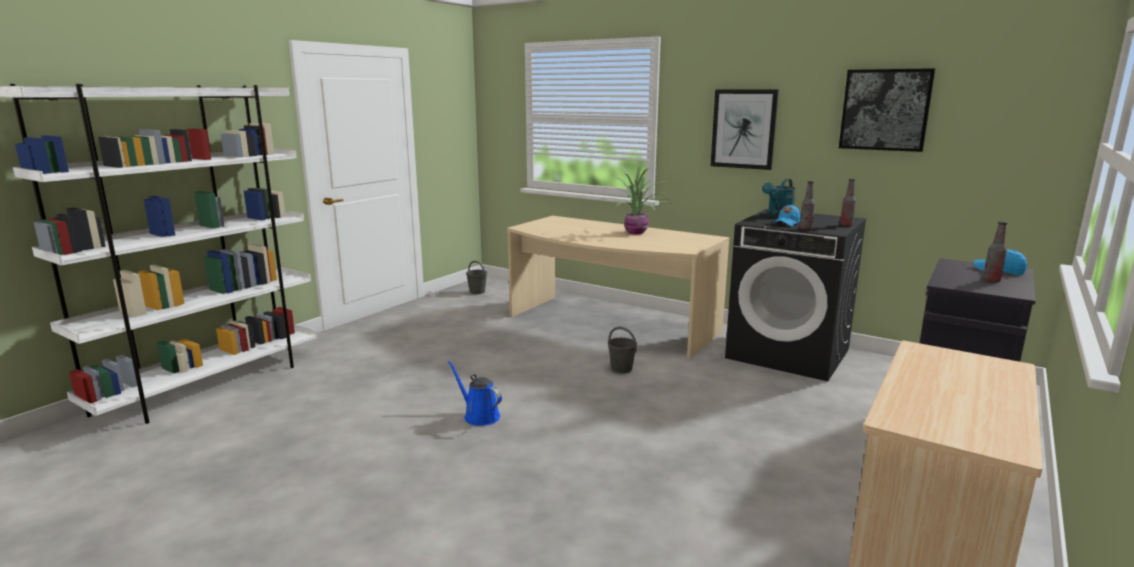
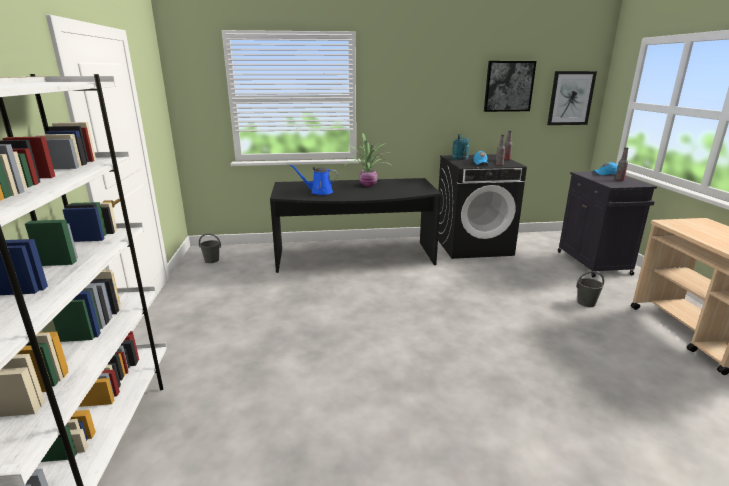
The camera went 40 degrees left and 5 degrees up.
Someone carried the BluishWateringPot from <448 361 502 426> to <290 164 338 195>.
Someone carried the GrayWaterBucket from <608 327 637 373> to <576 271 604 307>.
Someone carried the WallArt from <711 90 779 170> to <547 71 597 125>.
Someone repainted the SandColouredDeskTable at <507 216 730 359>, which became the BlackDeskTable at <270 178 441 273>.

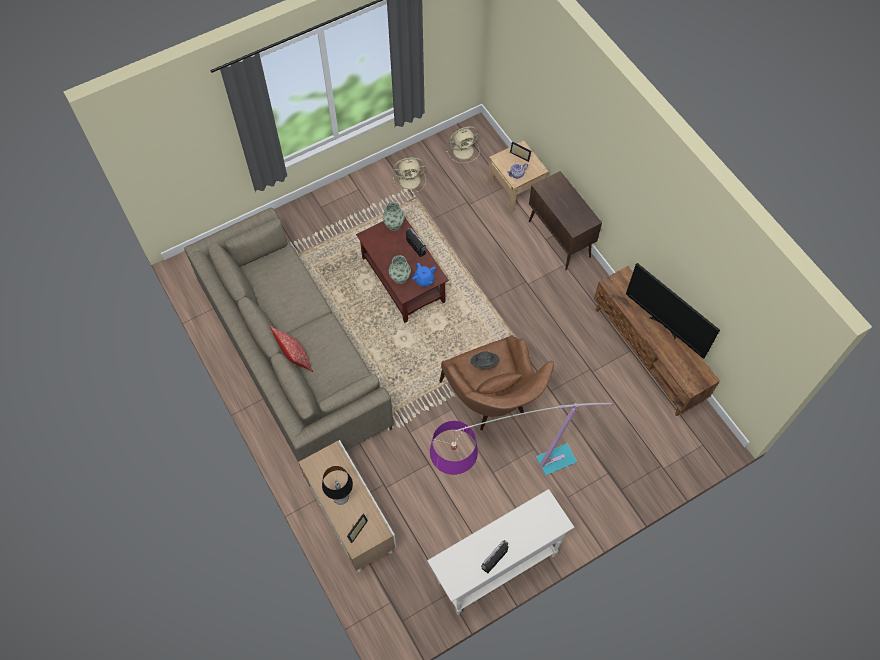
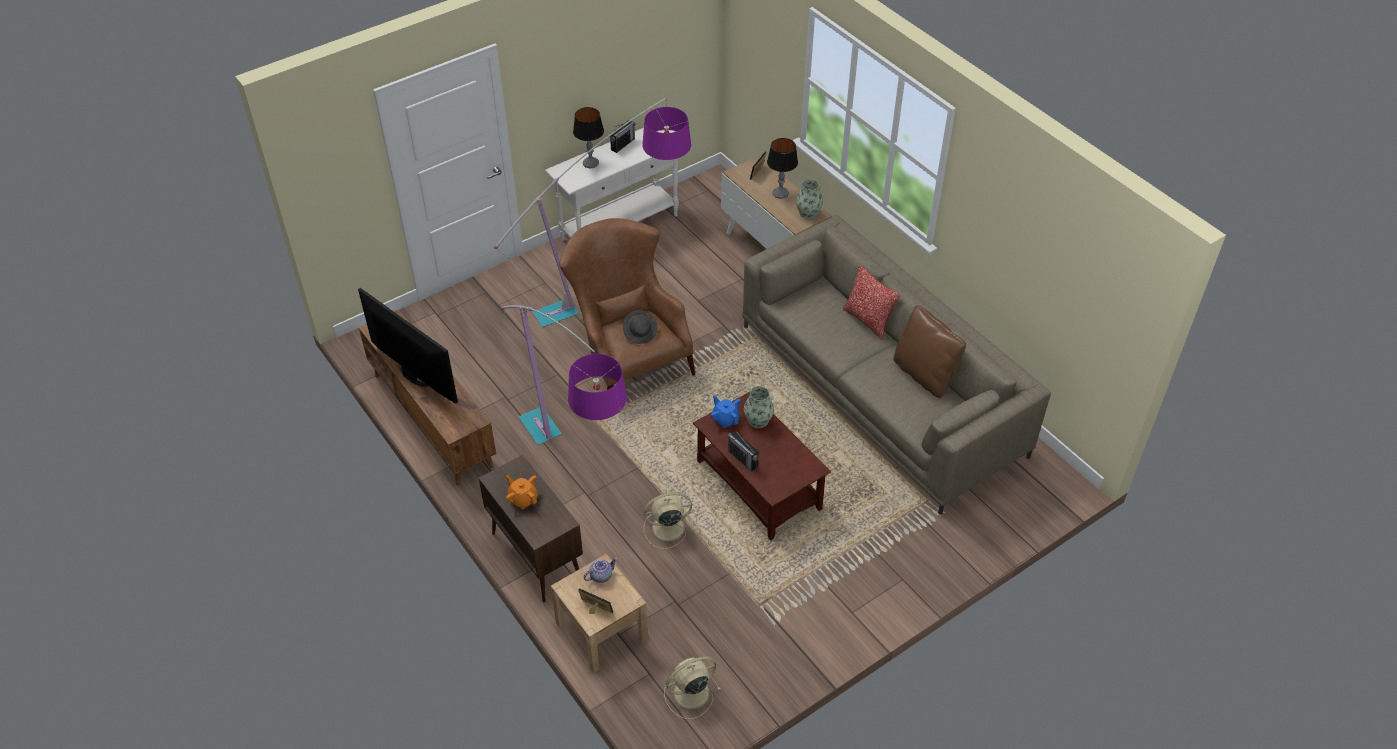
The camera went 175 degrees right and 15 degrees down.
Someone put down the StandingLamp at <501 305 627 445>.
Someone put down the OrangeyTeaPot at <506 475 538 509>.
Someone put down the LampForATable at <573 107 604 168>.
Someone put down the BrownishCushion at <893 305 966 398>.
Someone carried the FlowerVase from <383 202 404 231> to <796 179 823 219>.
Someone carried the SandColouredCoolingFan from <393 157 426 193> to <643 492 695 549>.

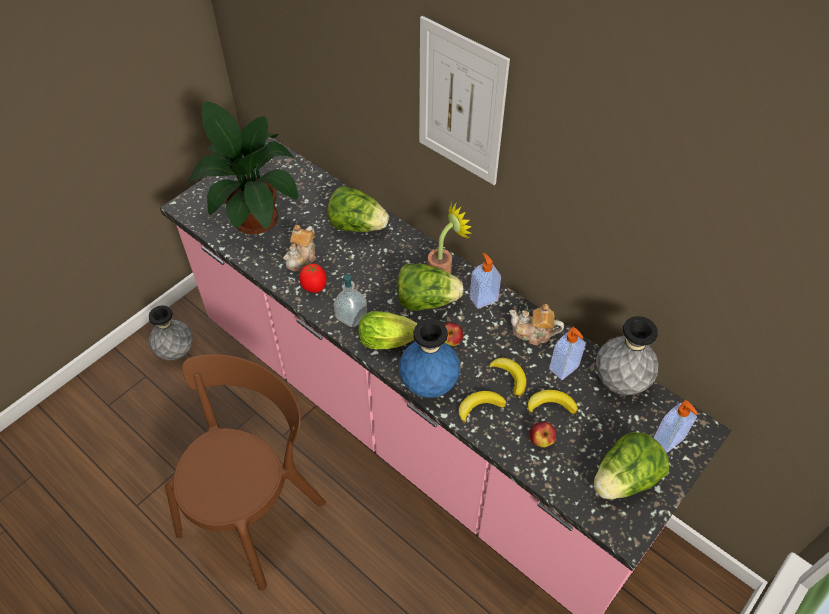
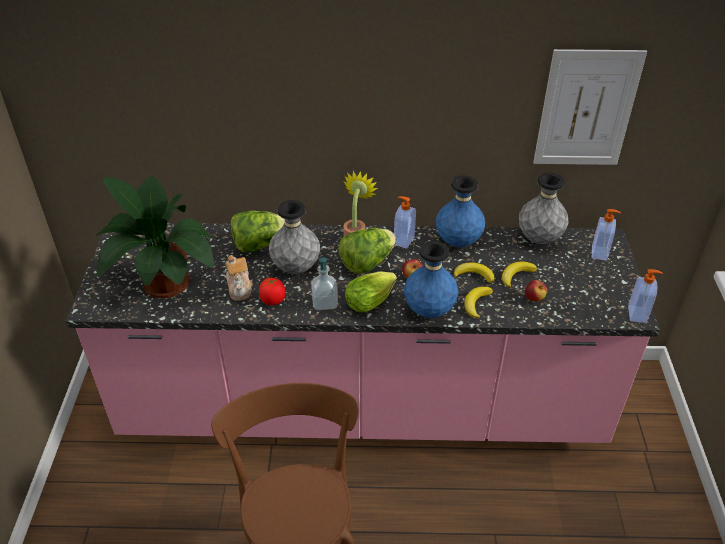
The camera went 40 degrees left and 10 degrees down.
Someone took away the HeadOfLettuce at <594 432 669 499>.
Someone carried the GrayFlowerVase from <149 306 193 360> to <269 200 320 274>.
Someone carried the WallArt from <419 16 510 185> to <533 49 647 165>.
Someone carried the LiquidSoapBottle from <549 327 586 380> to <628 269 663 323>.
Someone swapped the TeaPot at <509 304 564 345> for the BluishFlowerVase at <436 175 485 247>.

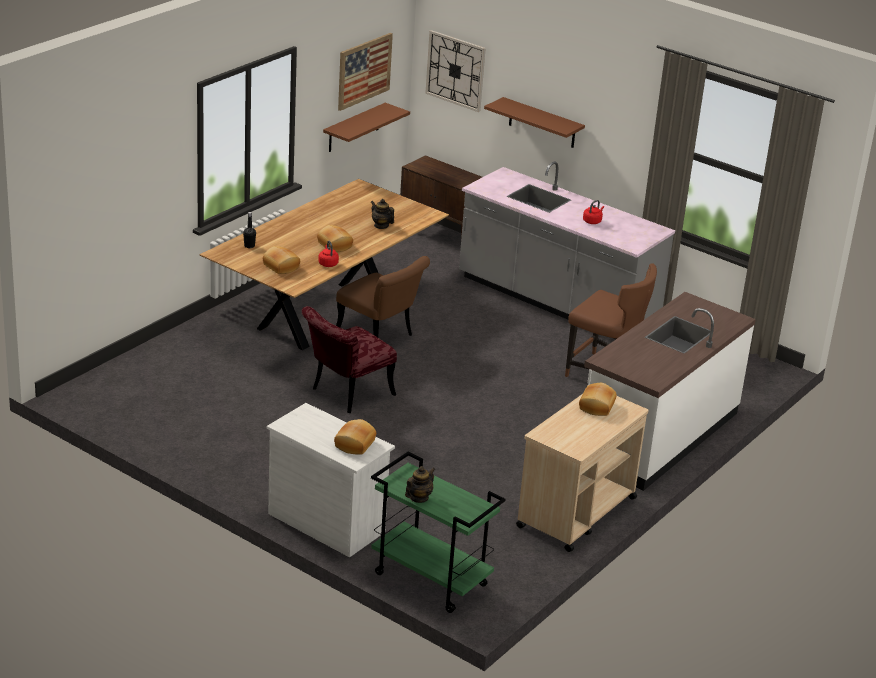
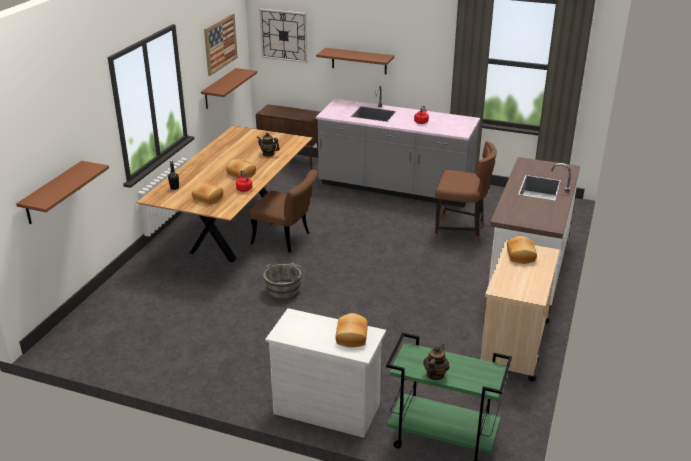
The camera went 15 degrees left and 0 degrees up.
Someone put up the BrownishWallShelf at <16 161 109 224>.
Someone swapped the ReddishChair at <302 306 397 413> for the GrayWaterBucket at <263 262 306 301>.

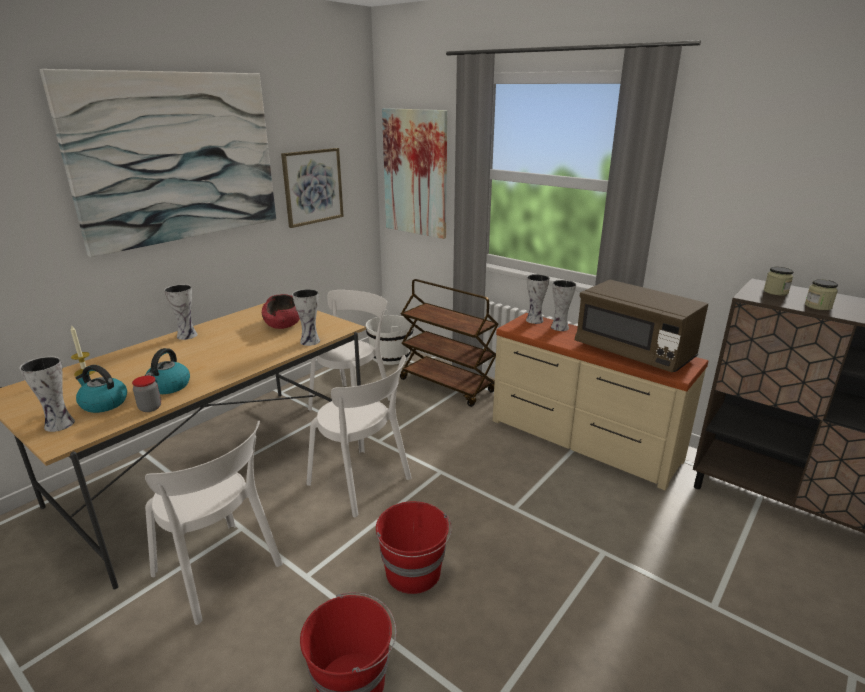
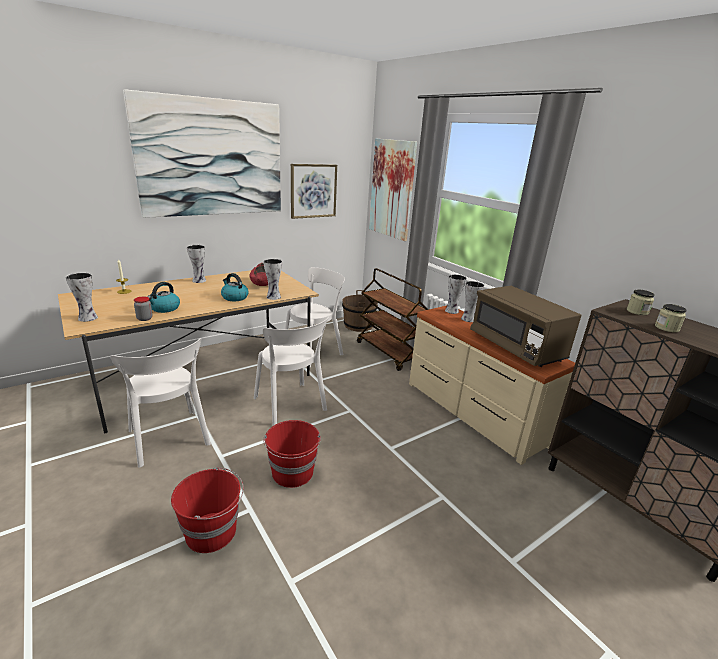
The camera went 15 degrees right and 0 degrees up.
Someone carried the Kettle from <76 365 127 413> to <221 273 248 301>.
Someone repainted the WhiteWaterBucket at <366 309 413 365>, which became the BrownishWaterBucket at <342 290 378 332>.

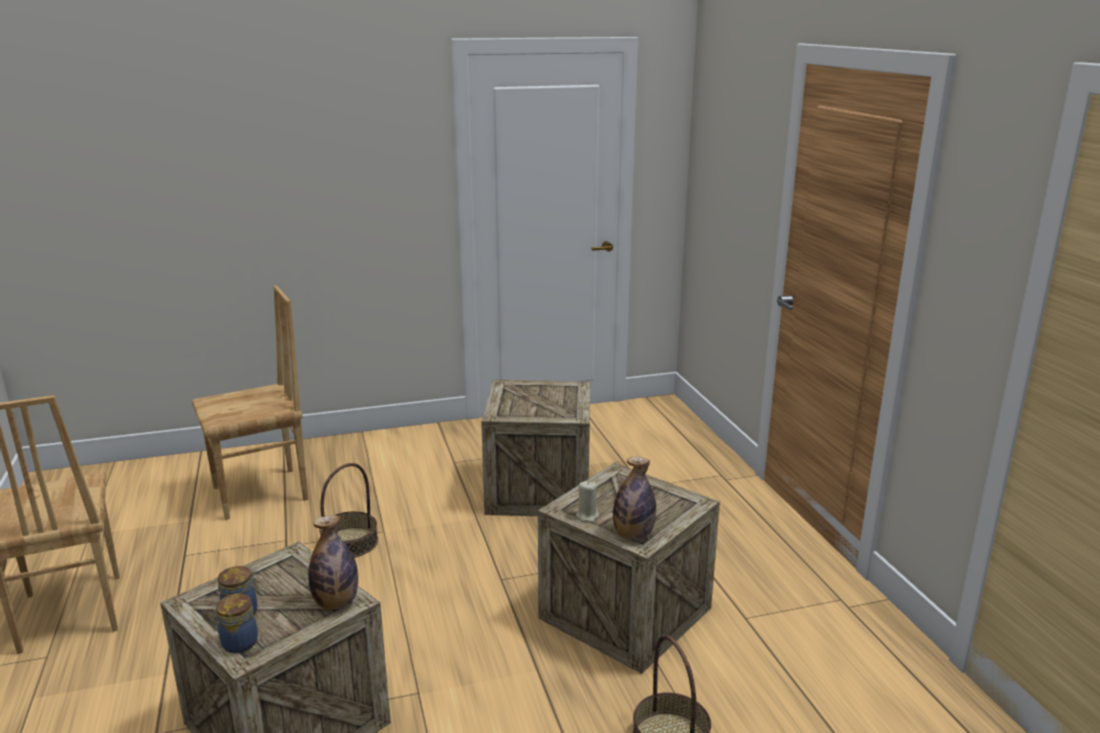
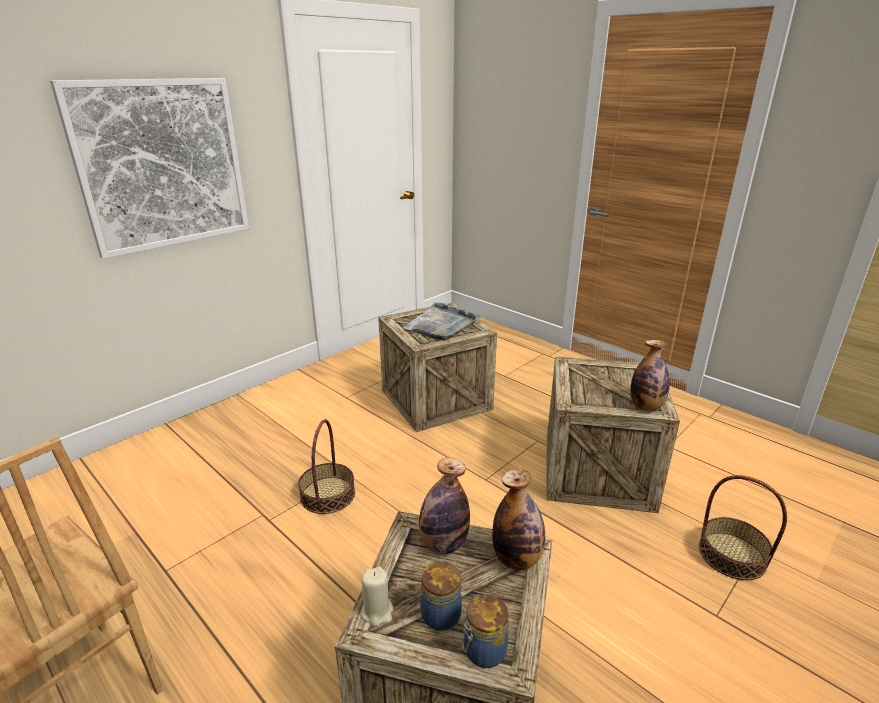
The camera went 30 degrees left and 5 degrees up.
Someone took away the BrownishChair at <192 285 308 520>.
Someone put up the WallArt at <50 78 249 259>.
Someone put down the GrayTray at <404 302 480 341>.
Someone put down the Bottle at <419 457 470 554>.
Someone carried the SandColouredCandle from <576 481 599 522> to <361 566 393 626>.

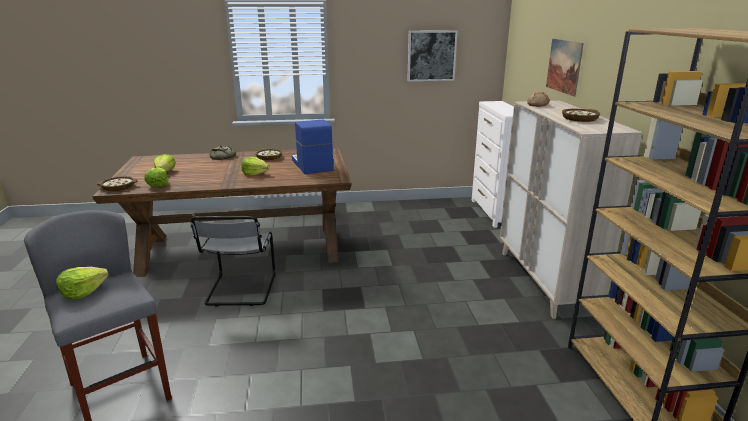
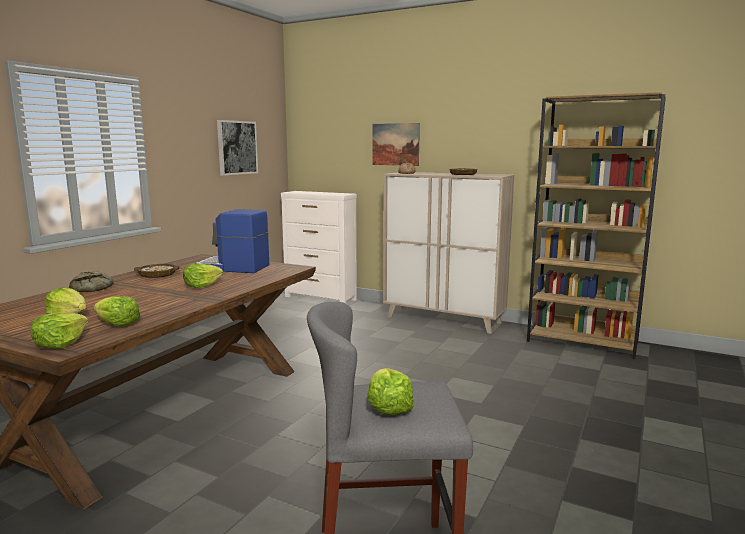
The camera went 55 degrees left and 10 degrees down.
Someone took away the GrayChair at <190 216 275 306>.
Someone swapped the ServingBowl at <97 176 137 191> for the HeadOfLettuce at <31 313 88 349>.

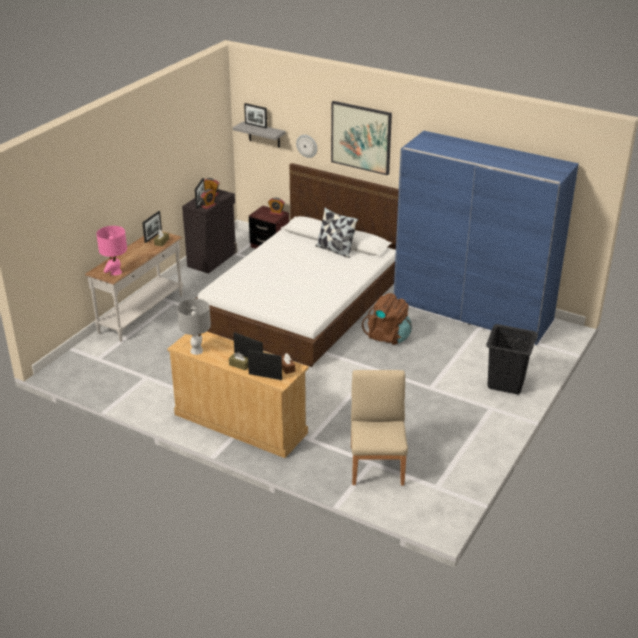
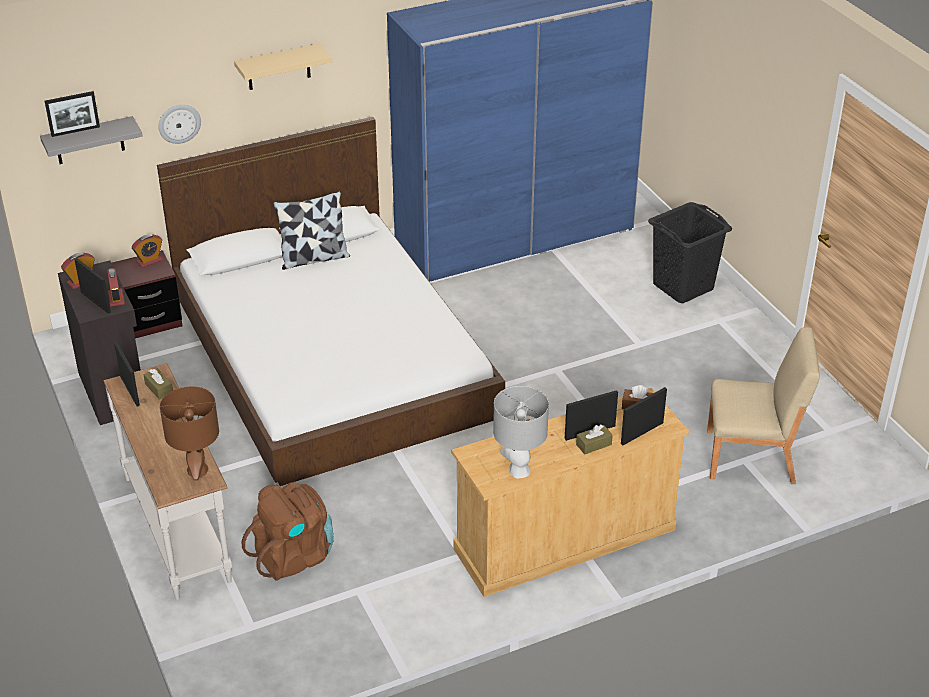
The camera went 55 degrees left and 5 degrees up.
Someone carried the BrownishKnapsack from <362 293 412 345> to <241 482 334 581>.
Someone swapped the WallArt at <331 101 392 175> for the SandColouredWallShelf at <234 43 332 90>.
Someone repainted the PinkLampForATable at <96 226 127 275>, which became the BrownishLampForATable at <160 386 219 481>.
Someone rotated the SandColouredChair at <351 370 408 485> by 150 degrees clockwise.

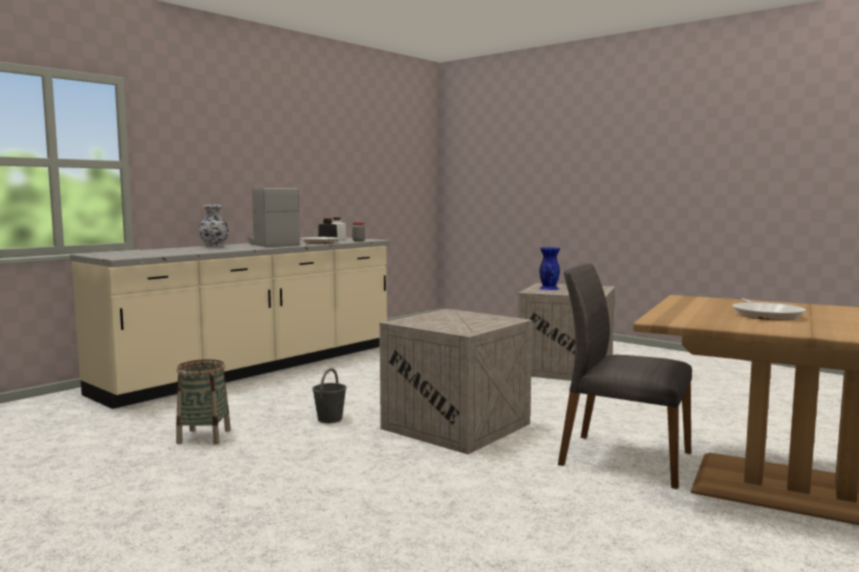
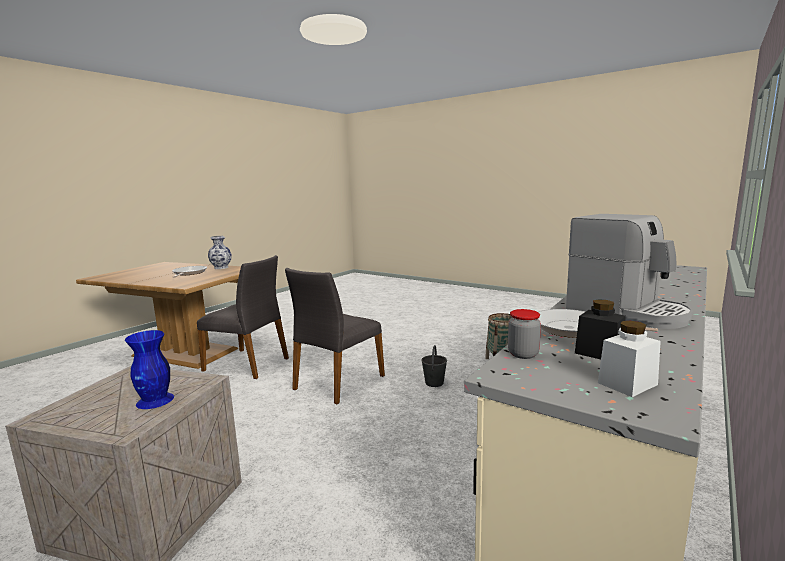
The camera went 175 degrees right and 5 degrees up.
Someone carried the FlowerVase from <199 205 229 247> to <208 236 232 269>.
Someone swapped the PackingCrate at <380 309 532 454> for the GrayChair at <285 268 385 404>.

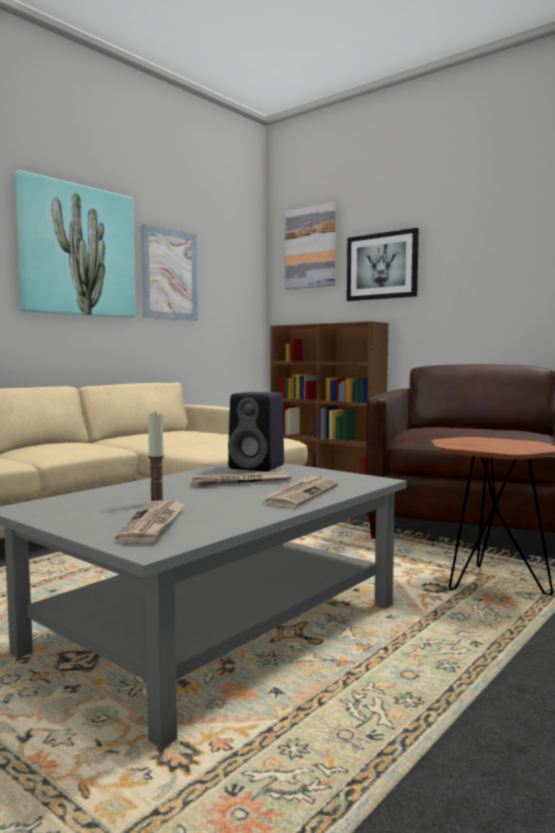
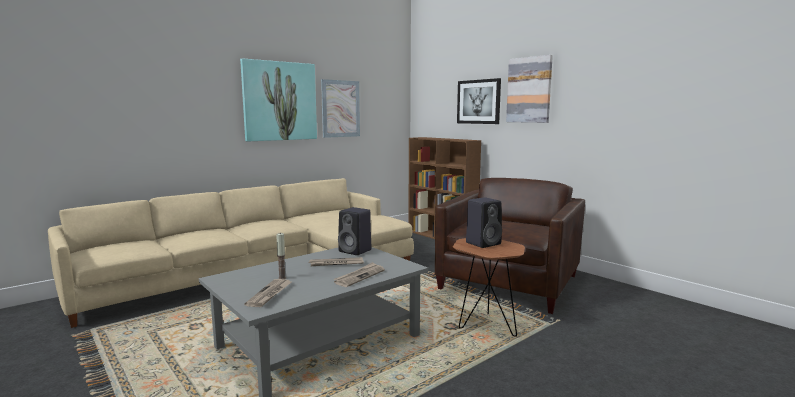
The camera went 10 degrees right and 5 degrees up.
Someone put down the BlackLoudspeaker at <466 197 502 248>.
Someone carried the WallArt from <285 202 336 290> to <506 55 553 123>.

